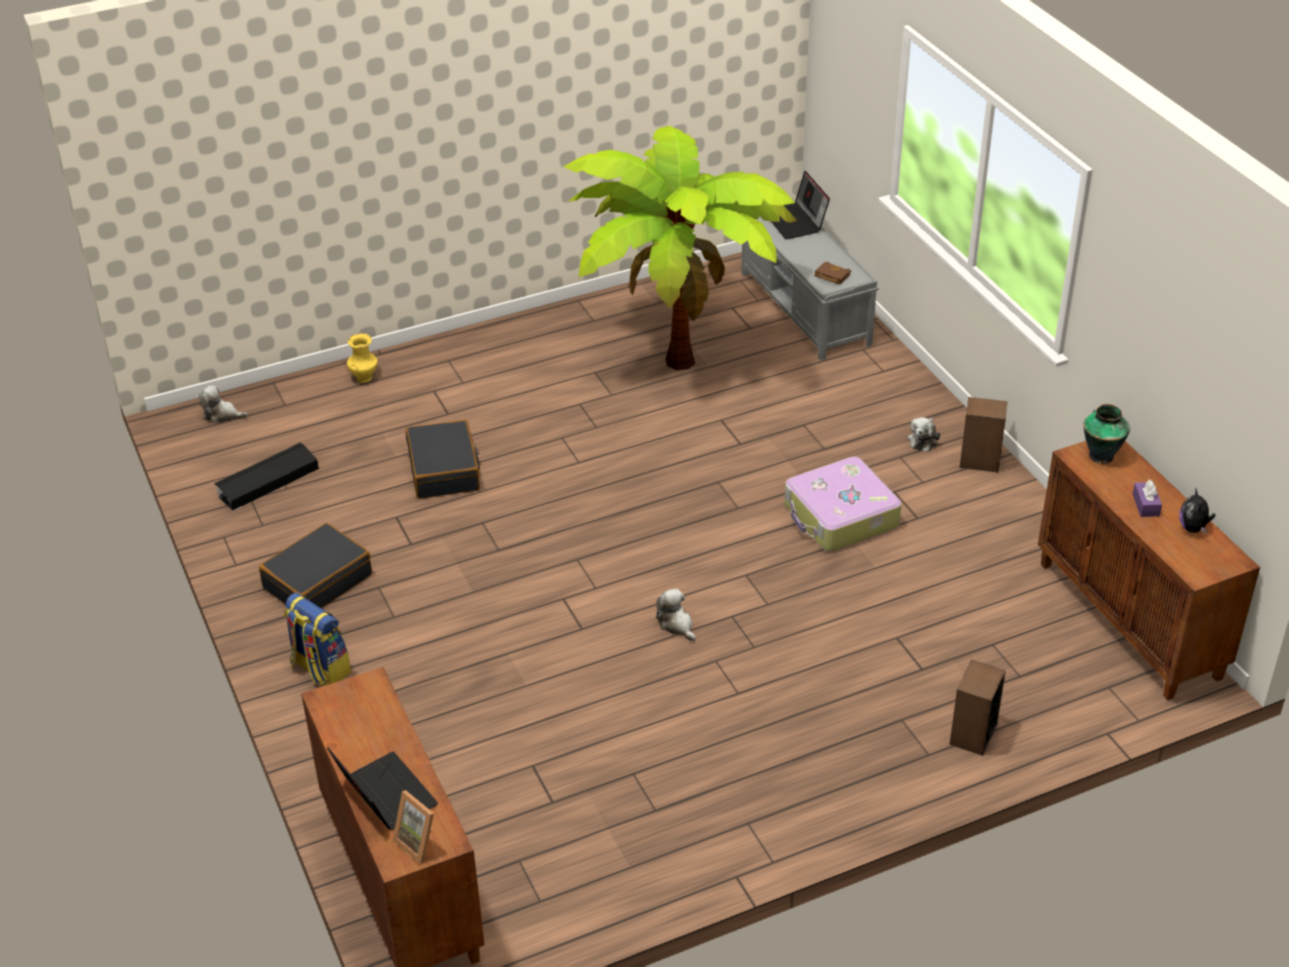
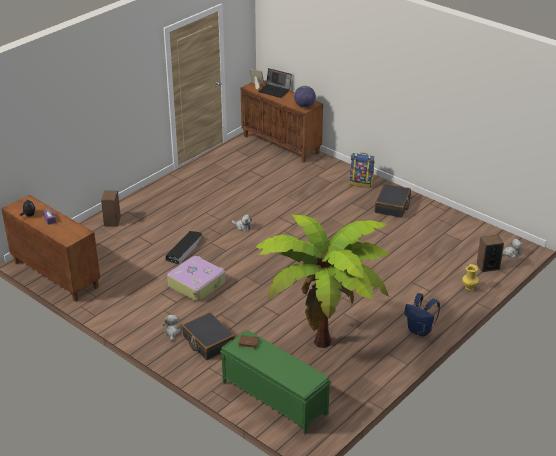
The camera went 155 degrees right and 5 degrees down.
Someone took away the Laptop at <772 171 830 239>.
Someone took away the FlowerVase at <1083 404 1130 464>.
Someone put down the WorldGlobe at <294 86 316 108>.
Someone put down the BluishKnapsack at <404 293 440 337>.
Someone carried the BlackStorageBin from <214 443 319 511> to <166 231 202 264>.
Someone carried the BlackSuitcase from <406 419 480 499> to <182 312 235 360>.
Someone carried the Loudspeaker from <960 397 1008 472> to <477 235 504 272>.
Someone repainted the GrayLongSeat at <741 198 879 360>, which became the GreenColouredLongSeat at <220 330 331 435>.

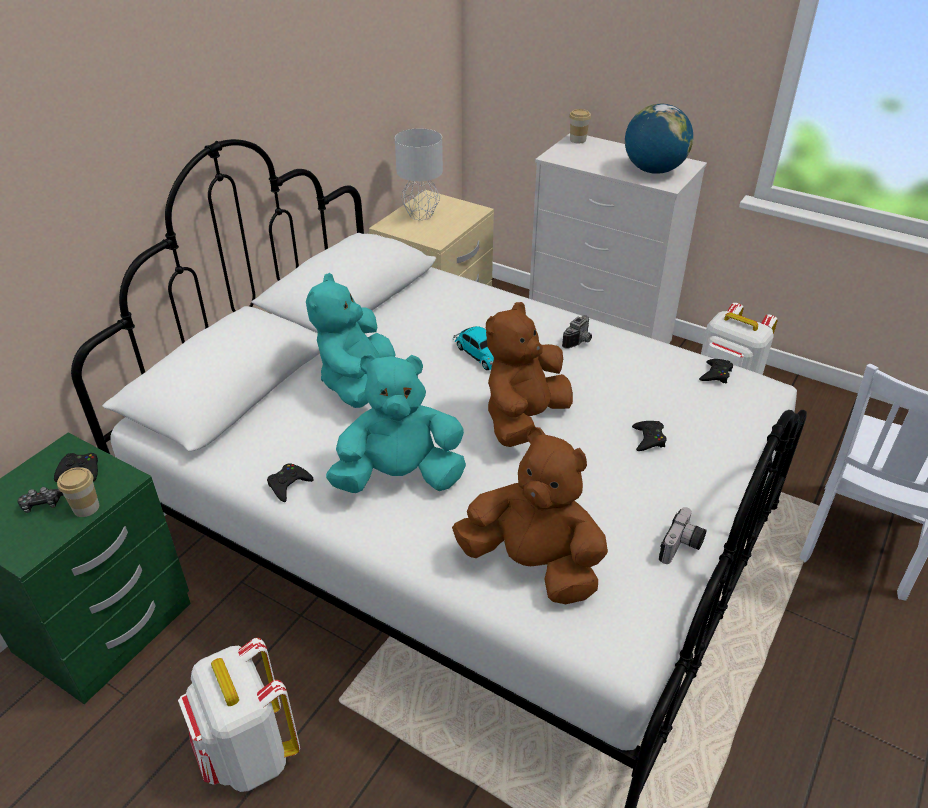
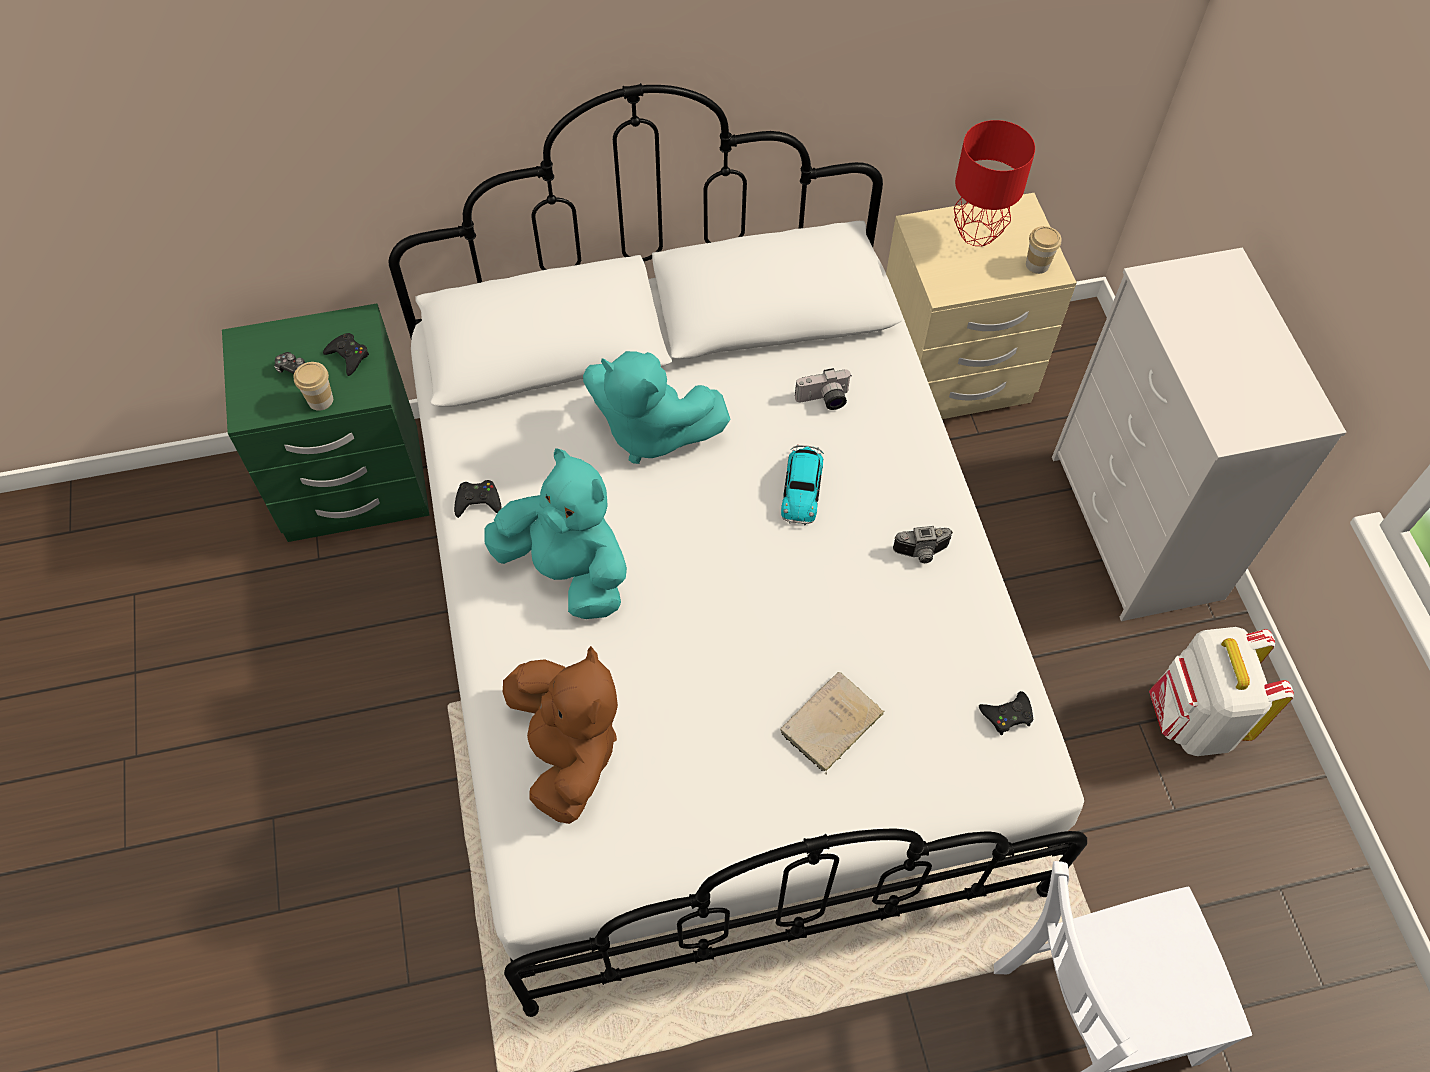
The camera went 45 degrees right and 20 degrees up.
Someone took away the WhiteKnapsack at <178 638 300 792>.
Someone took away the BrownishCuddlyToy at <486 302 573 447>.
Someone took away the WorldGlobe at <625 104 693 174>.
Someone carried the Cup from <569 109 591 143> to <1026 226 1061 274>.
Someone carried the StillCamera from <659 507 707 564> to <795 368 851 410>.
Someone swapped the BlackGameController at <632 421 667 451> for the SandColouredVolume at <780 672 884 774>.
Someone repainted the GrayLampForATable at <395 128 443 220>, which became the ReddishLampForATable at <954 120 1035 246>.
Someone rotated the BlueGreenCuddlyToy at <306 273 396 408> by 120 degrees counterclockwise.

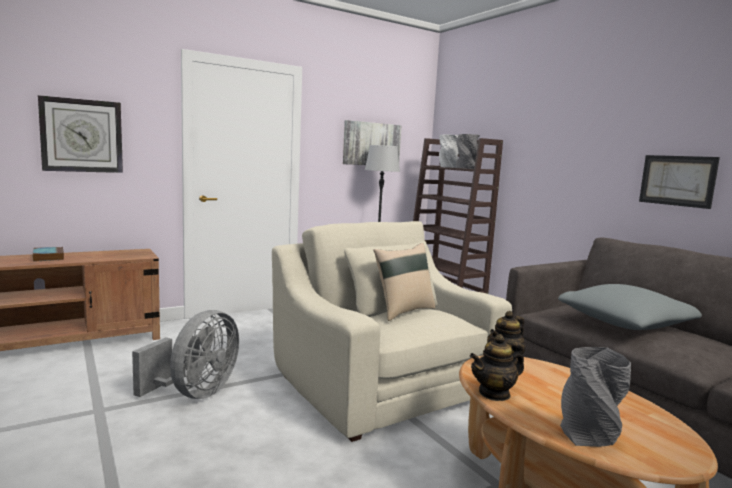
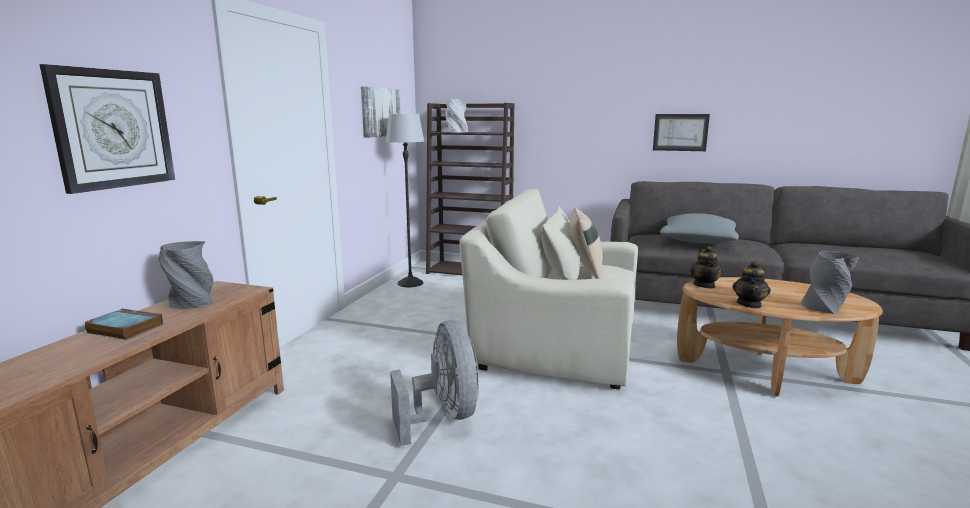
The camera went 40 degrees left and 5 degrees up.
Someone carried the GrayFlowerVase from <456 134 480 169> to <159 241 214 309>.

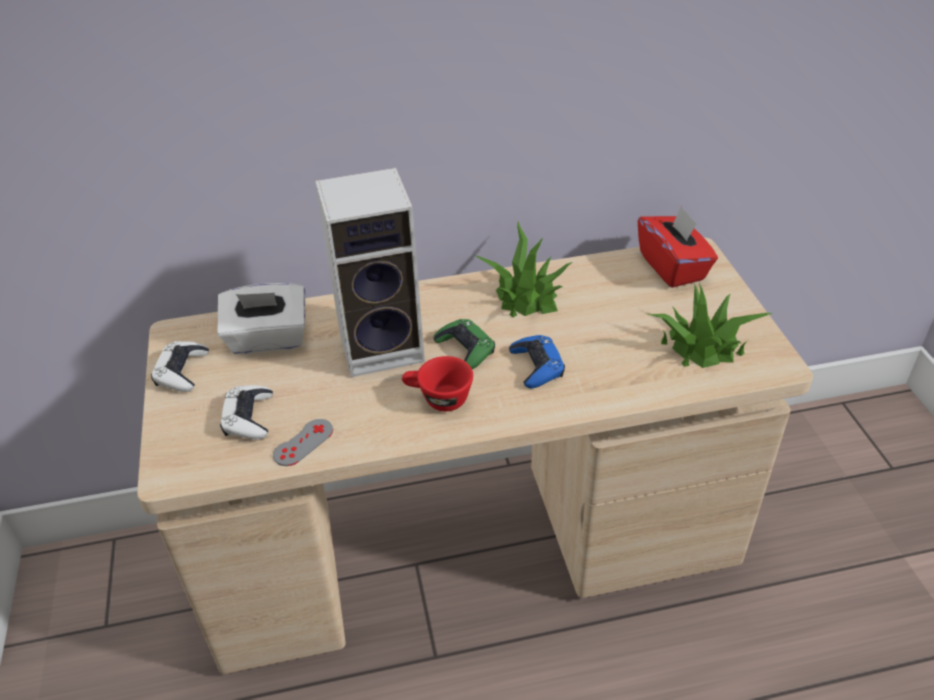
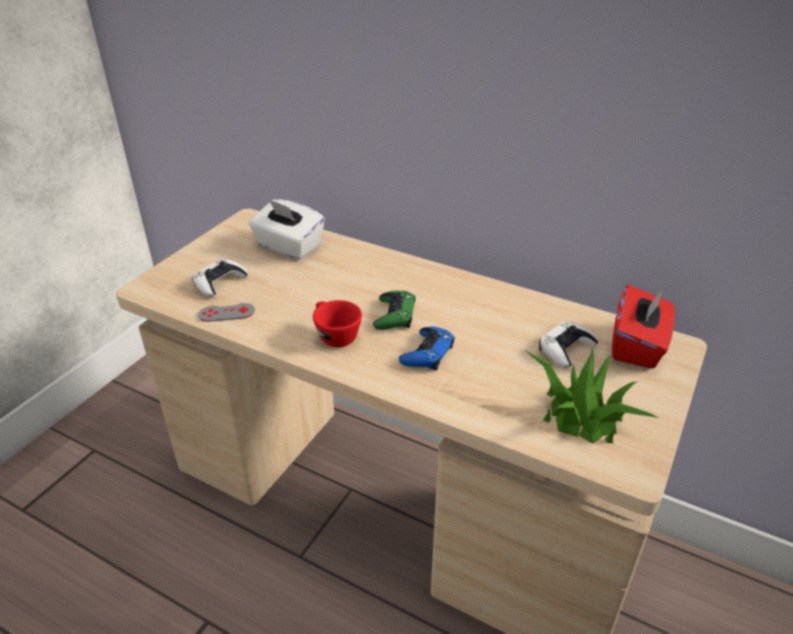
The camera went 40 degrees right and 5 degrees down.
Someone took away the Loudspeaker at <315 168 425 377>.
Someone took away the Houseplant at <473 221 572 317>.
Someone carried the WhiteGameController from <151 341 209 392> to <539 322 598 369>.

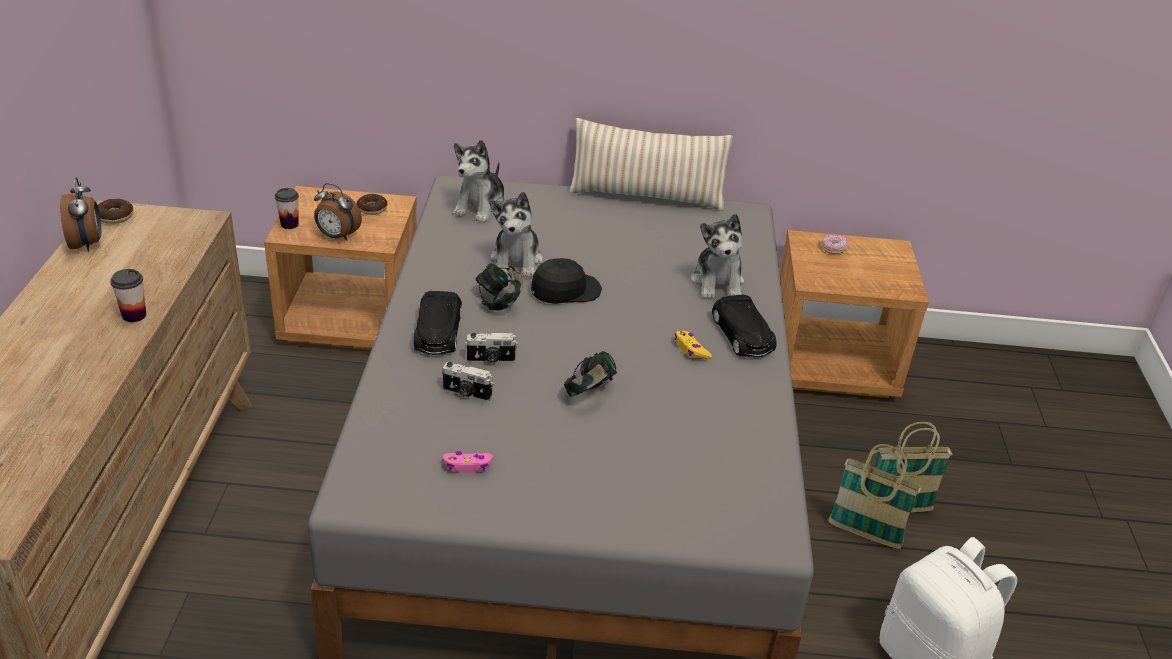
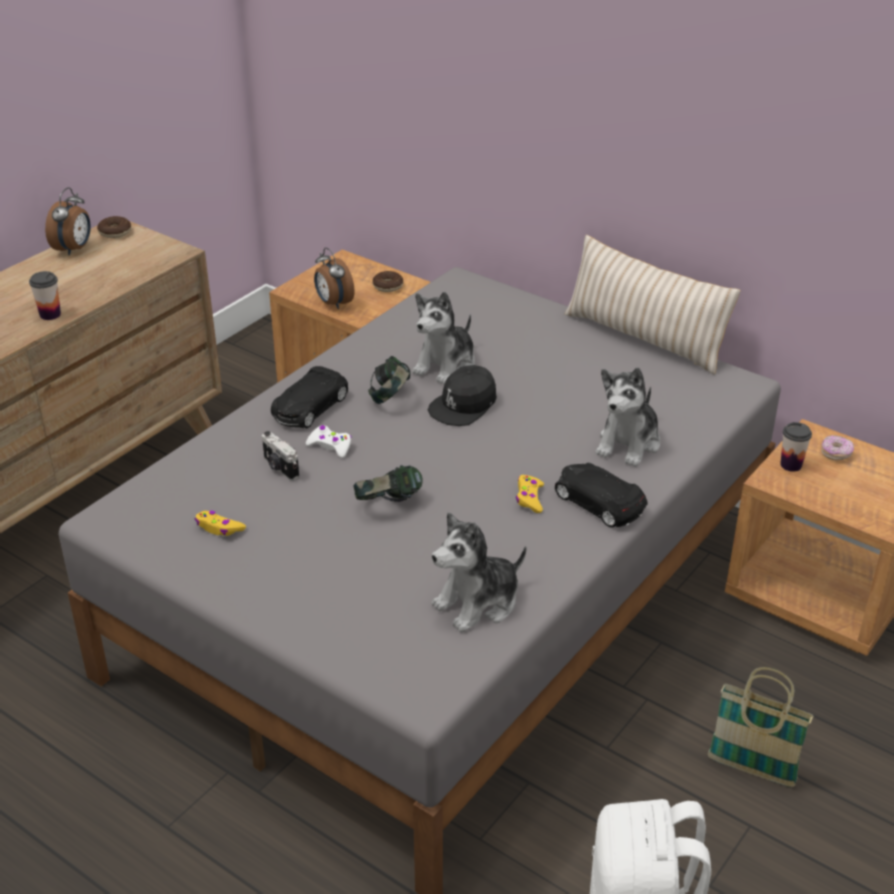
The camera went 35 degrees right and 0 degrees up.
Someone took away the StorageBasket at <828 444 922 549>.
Someone carried the Cup from <275 188 299 229> to <780 422 812 472>.
Someone carried the CuddlyToy from <453 140 505 223> to <432 512 526 633>.
Someone swapped the StillCamera at <465 333 518 363> for the WhiteGameController at <306 425 352 458>.
Someone repainted the PinkGameController at <443 451 493 473>, which became the YellowColouredGameController at <195 511 246 536>.
Someone rotated the BlackPeakedCap at <531 258 602 304> by 120 degrees clockwise.
Someone rotated the BlackMiniatureCar at <712 294 776 357> by 120 degrees clockwise.

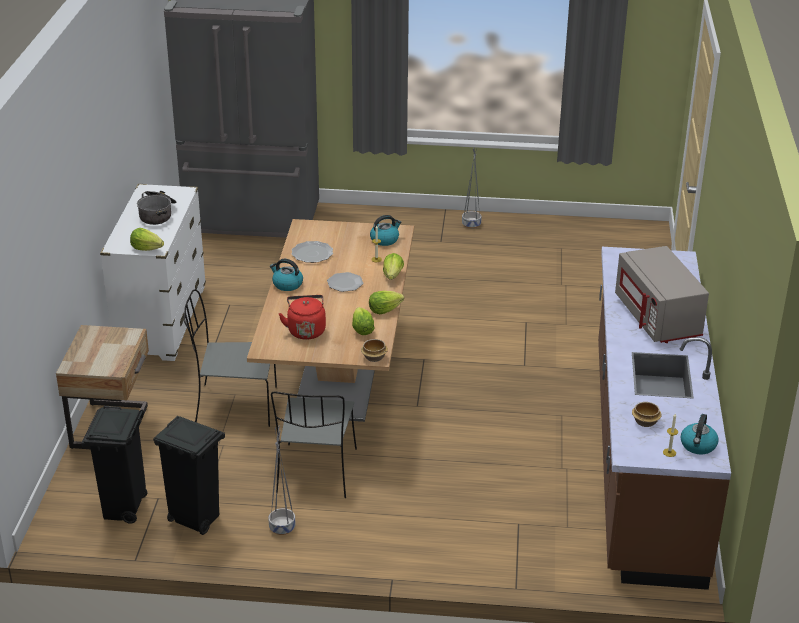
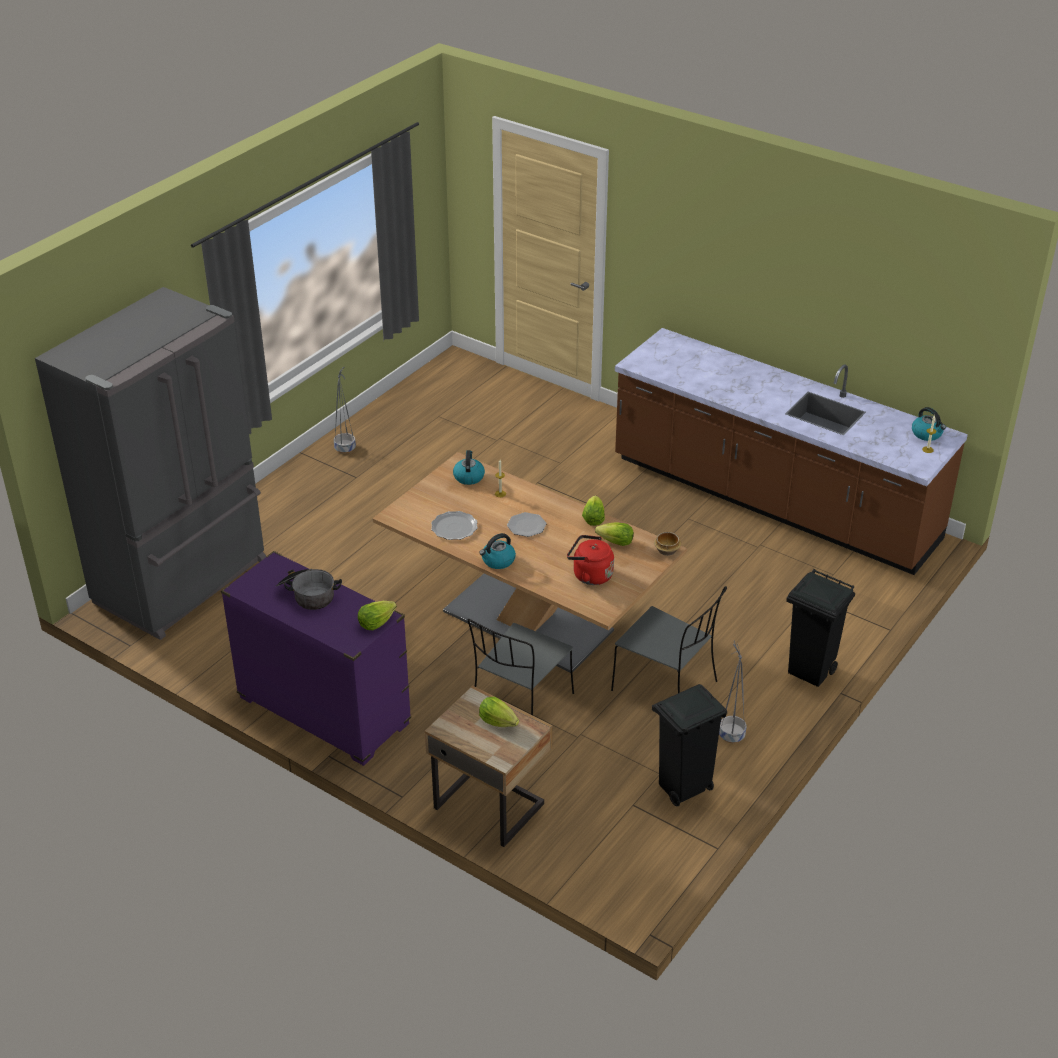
The camera went 60 degrees left and 5 degrees up.
Someone took away the GrayMicrowaveOven at <615 246 709 343>.
Someone took away the ServingBowl at <632 402 662 427>.
Someone carried the BlackRubbishBin from <81 406 148 524> to <786 569 855 687>.
Someone carried the HeadOfLettuce from <383 253 404 280> to <479 697 519 727>.
Someone repainted the WhiteChestOfDrawers at <100 184 206 361>, which became the PurpleChestOfDrawers at <221 551 411 766>.

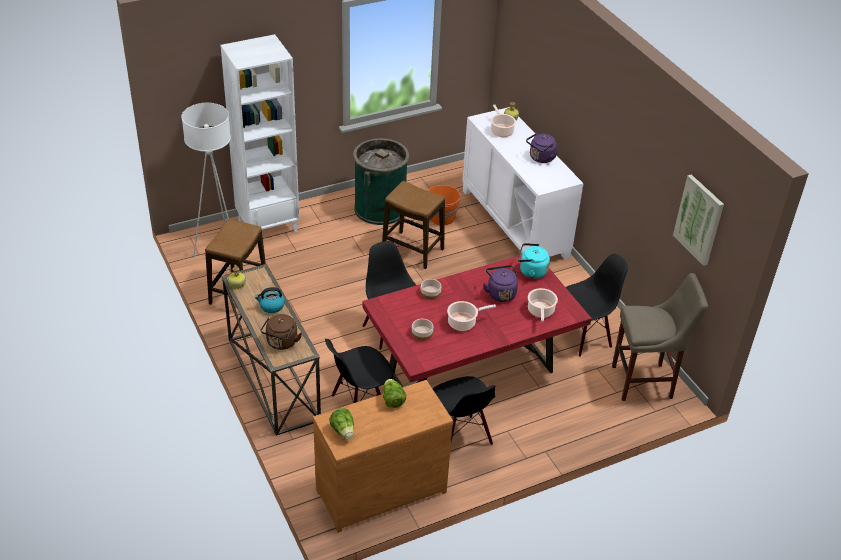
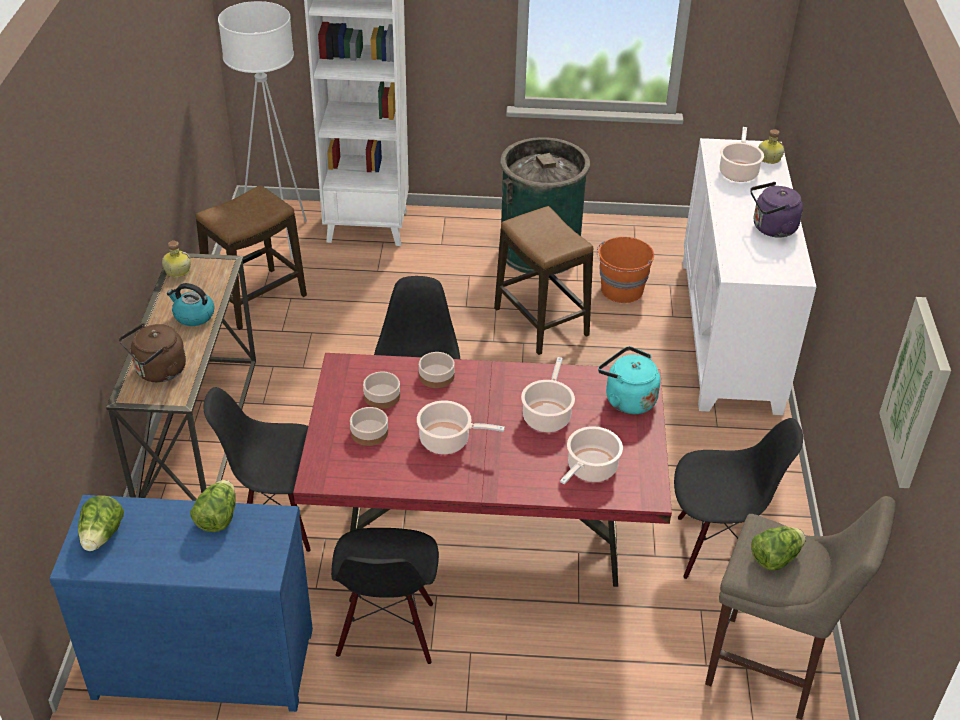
The camera went 30 degrees right and 0 degrees up.
Someone put down the ServingBowl at <363 371 400 409>.
Someone put down the HeadOfLettuce at <751 527 806 571>.
Someone swapped the PurpleKettle at <483 265 518 302> for the Stockpot at <521 357 575 432>.
Someone repainted the BrownishChestOfDrawers at <313 380 453 533>, which became the BluishChestOfDrawers at <49 495 313 712>.

